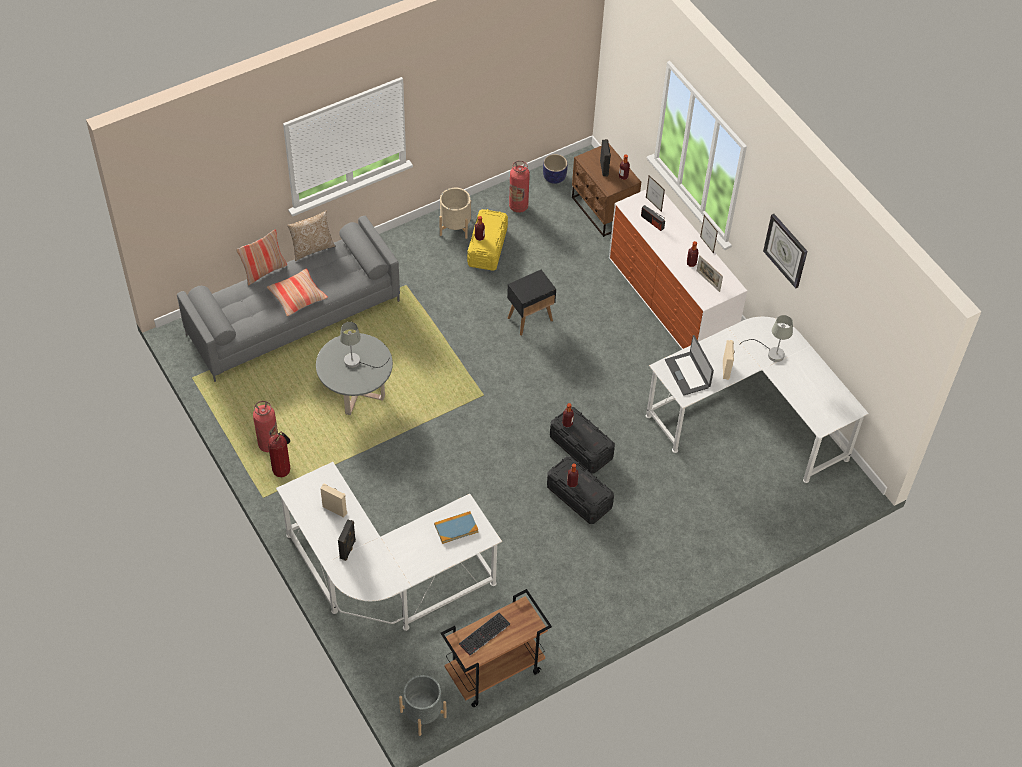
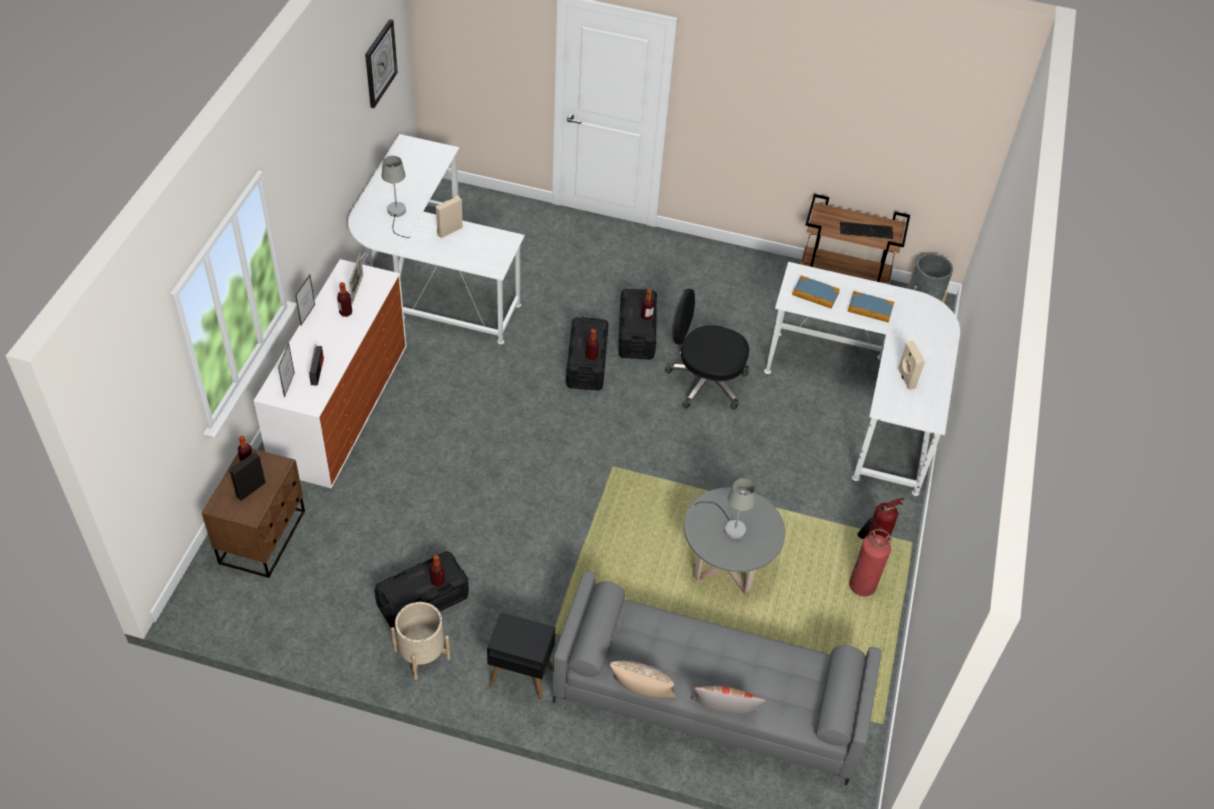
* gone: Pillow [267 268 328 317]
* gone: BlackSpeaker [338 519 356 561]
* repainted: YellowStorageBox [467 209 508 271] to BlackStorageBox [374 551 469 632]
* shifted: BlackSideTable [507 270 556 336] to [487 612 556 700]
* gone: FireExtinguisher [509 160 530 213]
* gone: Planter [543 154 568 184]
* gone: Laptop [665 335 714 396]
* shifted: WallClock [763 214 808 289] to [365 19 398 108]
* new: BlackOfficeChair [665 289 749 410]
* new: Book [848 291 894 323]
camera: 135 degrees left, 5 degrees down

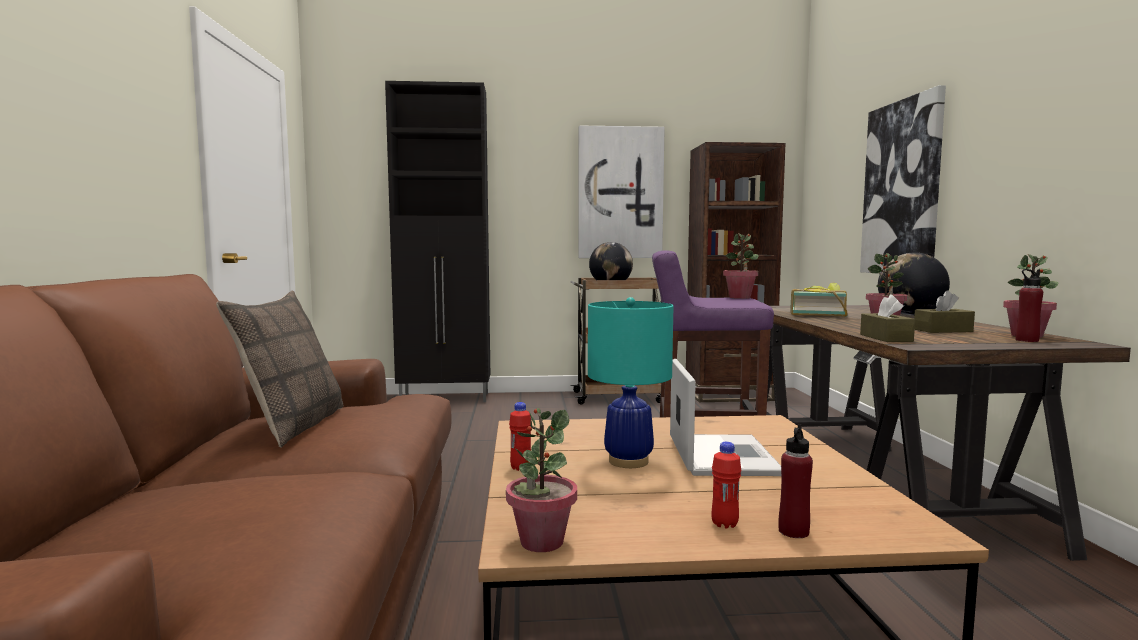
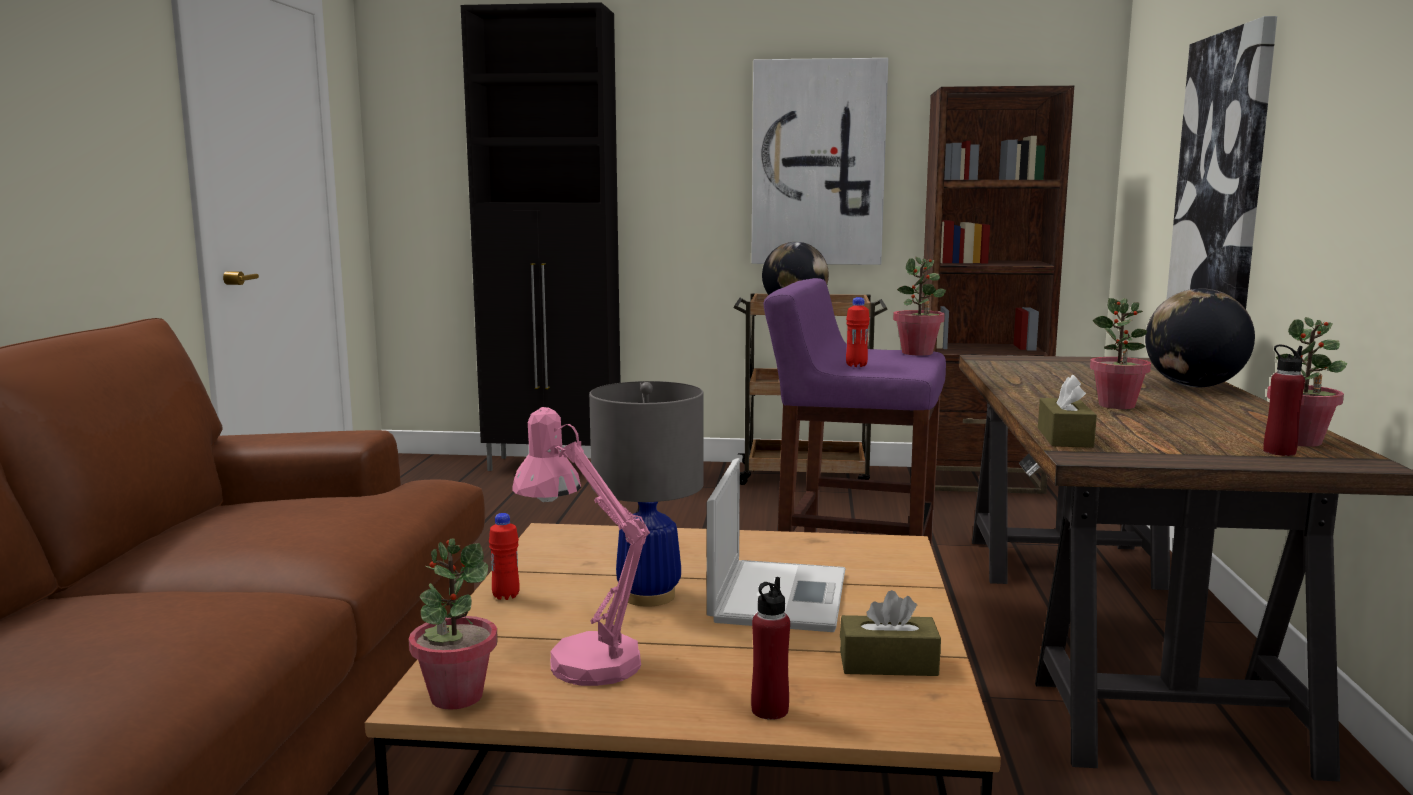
* gone: Pillow [216 290 343 448]
* repainted: TurquoiseTableLamp [588 297 673 468] to GreyTableLamp [589 381 704 607]
* shifted: RedBottle [712 442 741 529] to [846 297 870 367]
* gone: Book [790 282 848 317]
* shifted: BrownTissueBox [914 291 975 333] to [840 590 941 676]
* new: PinkTableLamp [512 407 650 686]
camera: 10 degrees right, 5 degrees up

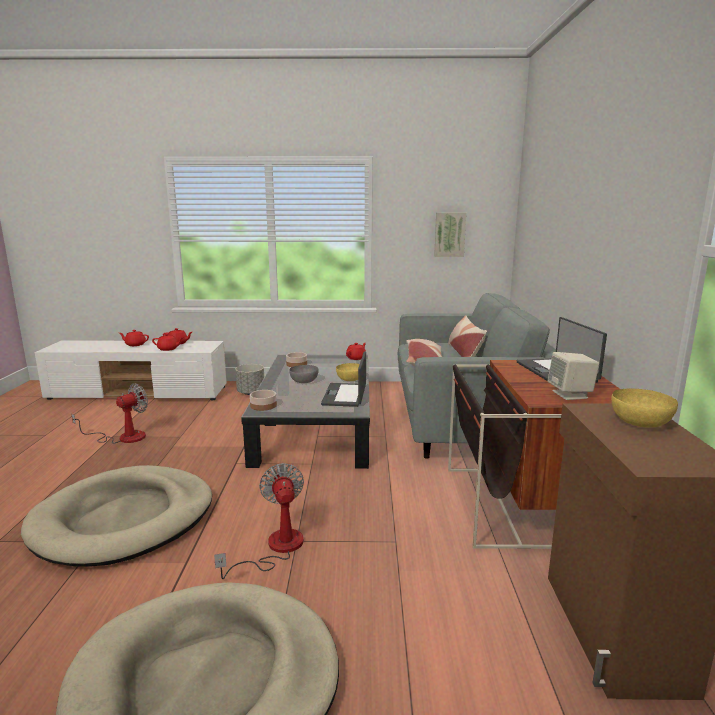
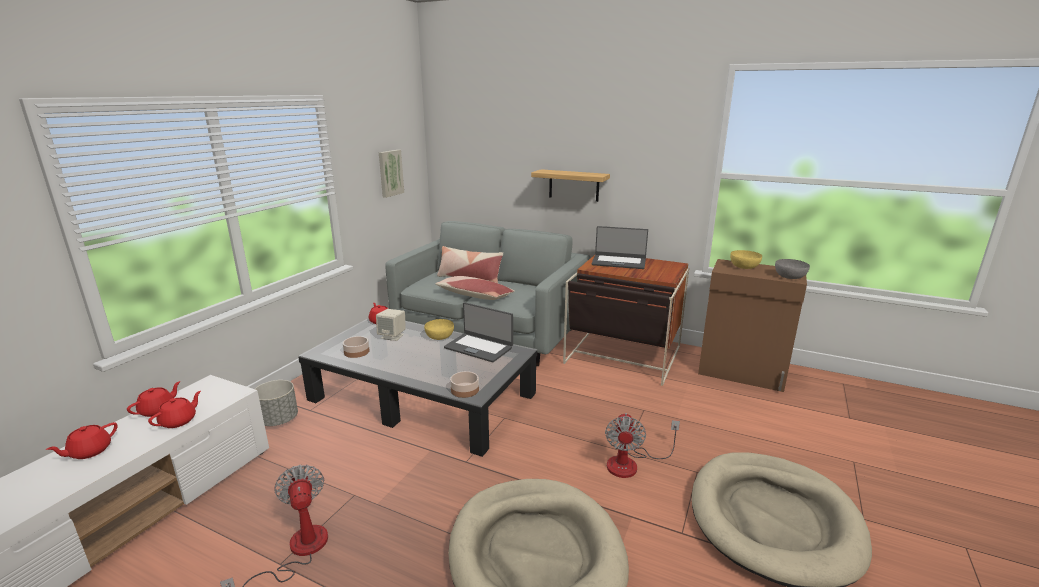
* rotated: Fan [214 463 304 579] = [605 413 680 478] 90 degrees counterclockwise
* shifted: GreyBowl [289 365 318 383] to [775 259 810 279]
* shifted: BeigeSpeaker [548 352 599 400] to [376 309 406 341]
* new: Shelf [531 169 610 202]
camera: 65 degrees left, 5 degrees up

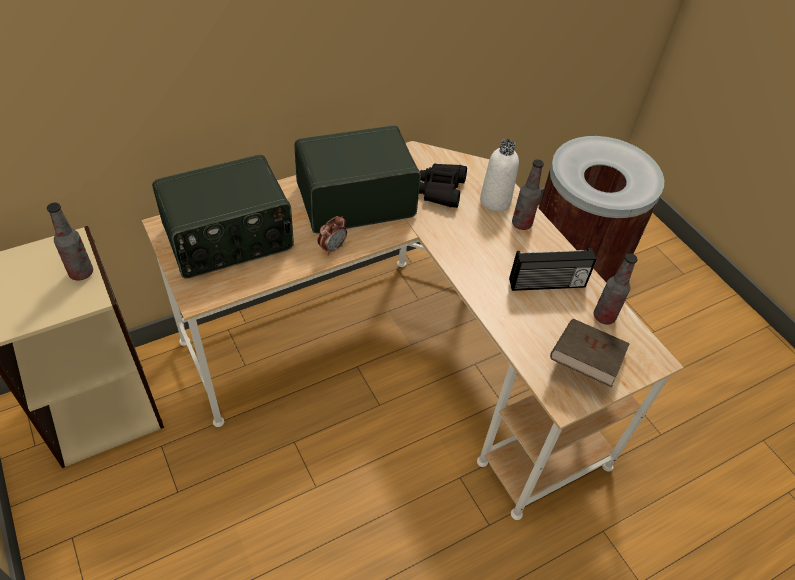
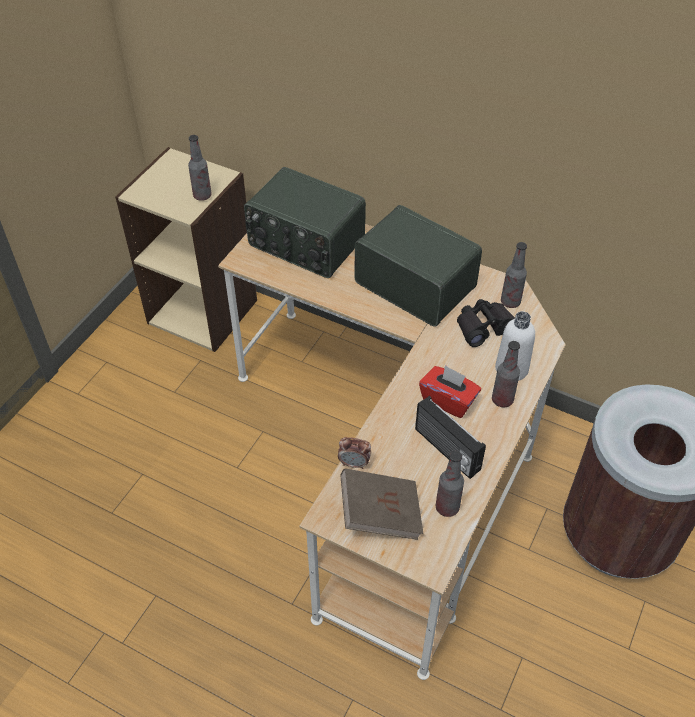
* shifted: AlarmClock [317 216 347 255] to [338 437 371 469]
* new: RedTissueBox [419 365 481 418]
* new: Bottle [501 242 527 308]
camera: 60 degrees right, 0 degrees up

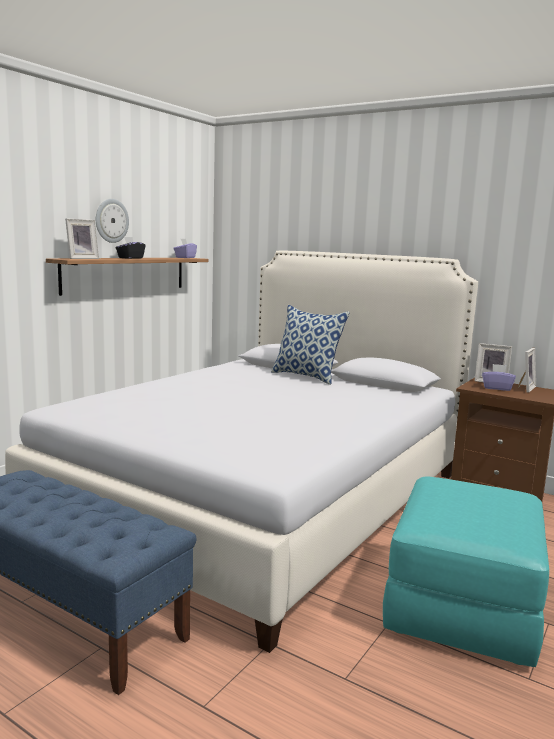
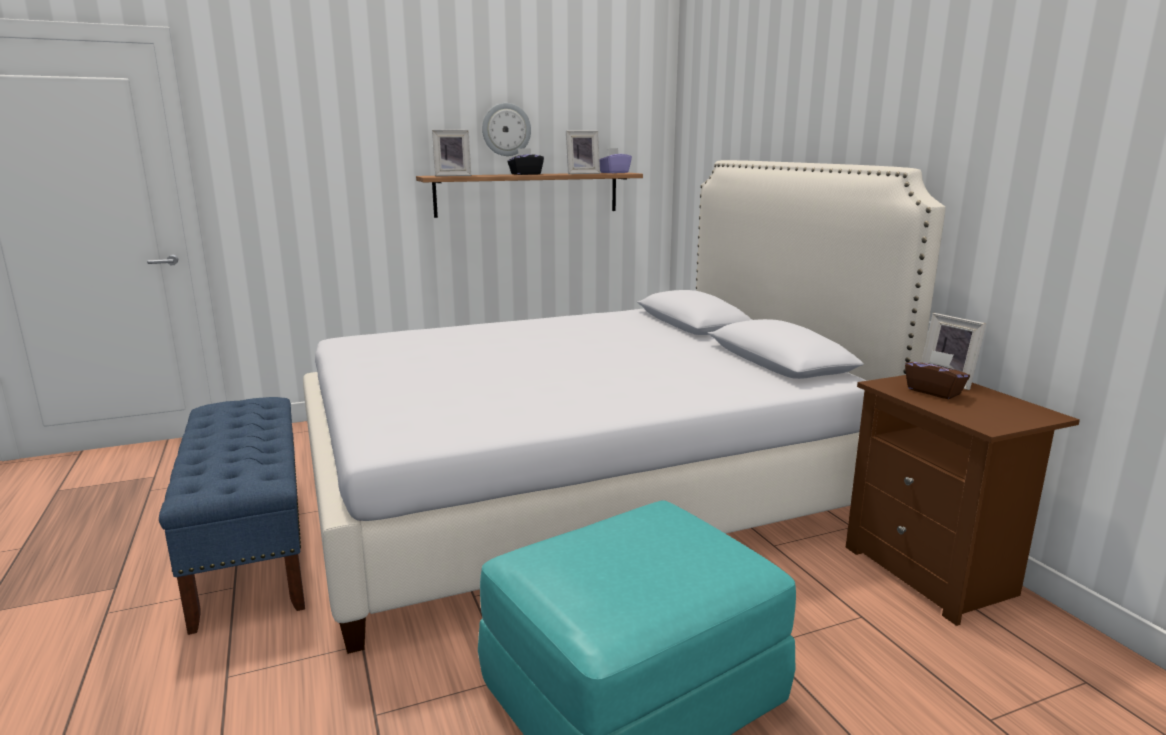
* gone: Pillow [271 305 350 385]
* repainted: PurpleTissueBox [482 364 516 391] to BrownTissueBox [905 350 970 399]
* shifted: PictureFrame [518 348 536 393] to [566 130 600 174]
camera: 35 degrees right, 5 degrees up

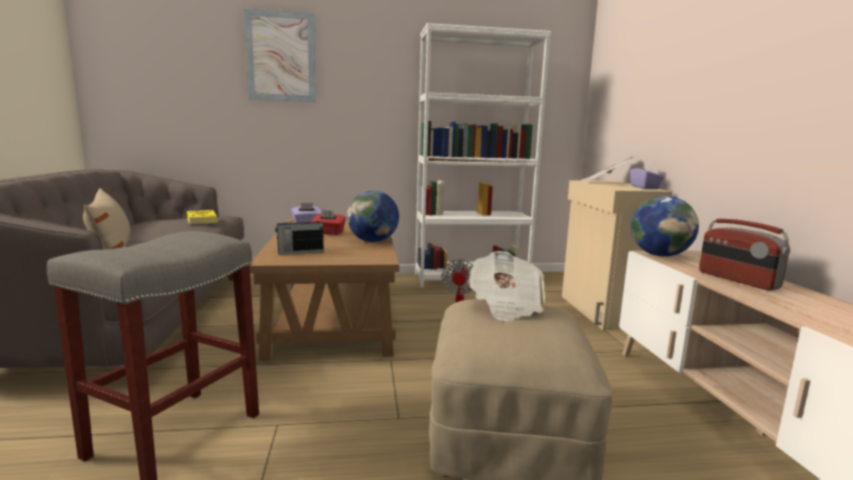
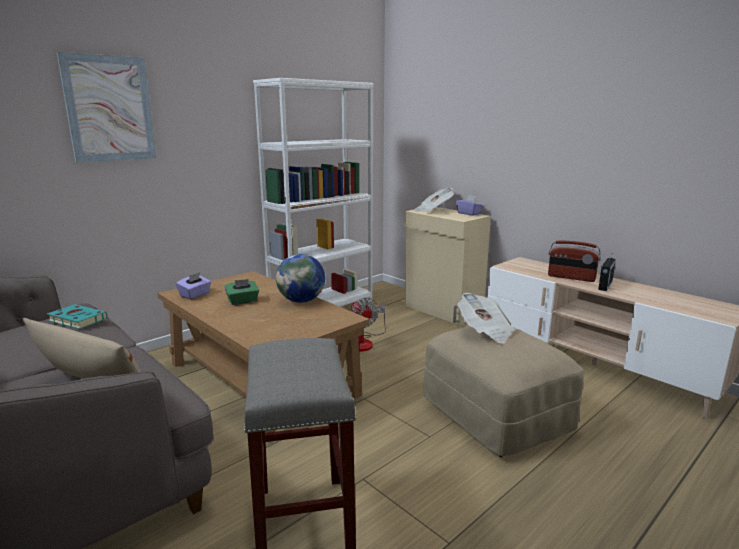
* repainted: YellowBook [187 210 218 224] to TurquoiseBook [47 304 107 329]
* shifted: Radio [275 214 324 255] to [598 254 616 291]
* repainted: RedTissueBox [311 210 346 235] to GreenTissueBox [224 279 259 305]
* gone: Globe [631 196 699 257]
camera: 35 degrees left, 5 degrees up

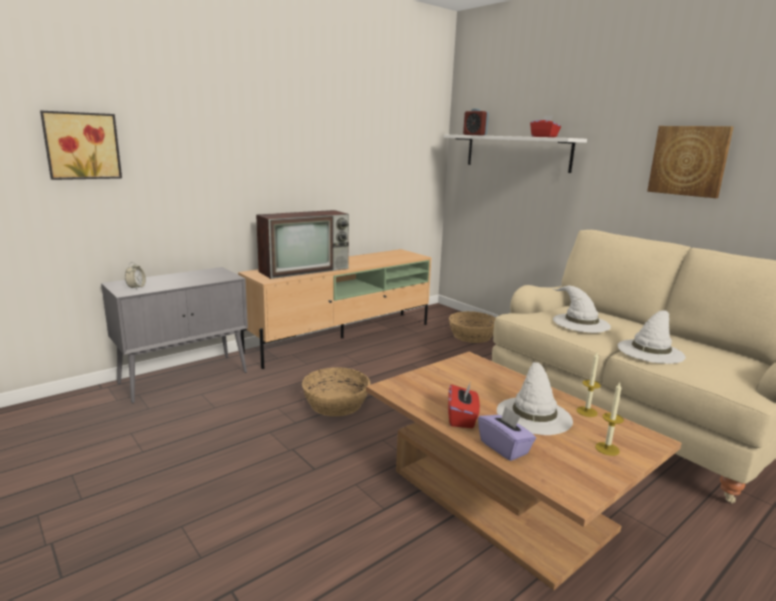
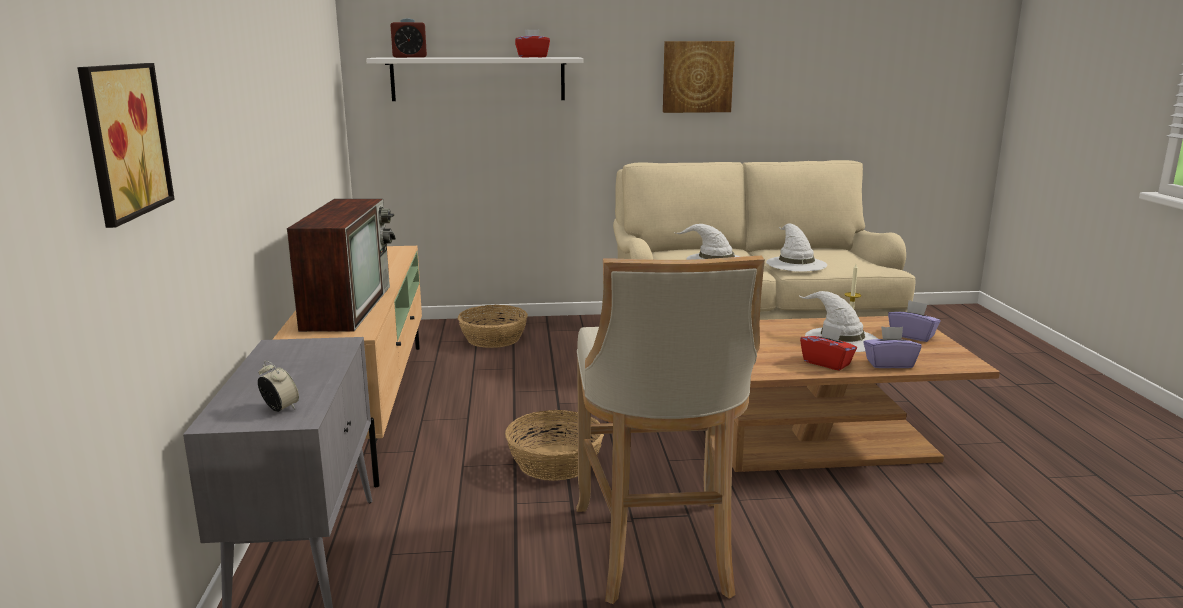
* swapped: Candle [595 382 624 456] to PurpleTissueBox [888 300 941 342]
* new: BeigeStool [576 256 765 604]
camera: 55 degrees left, 0 degrees up

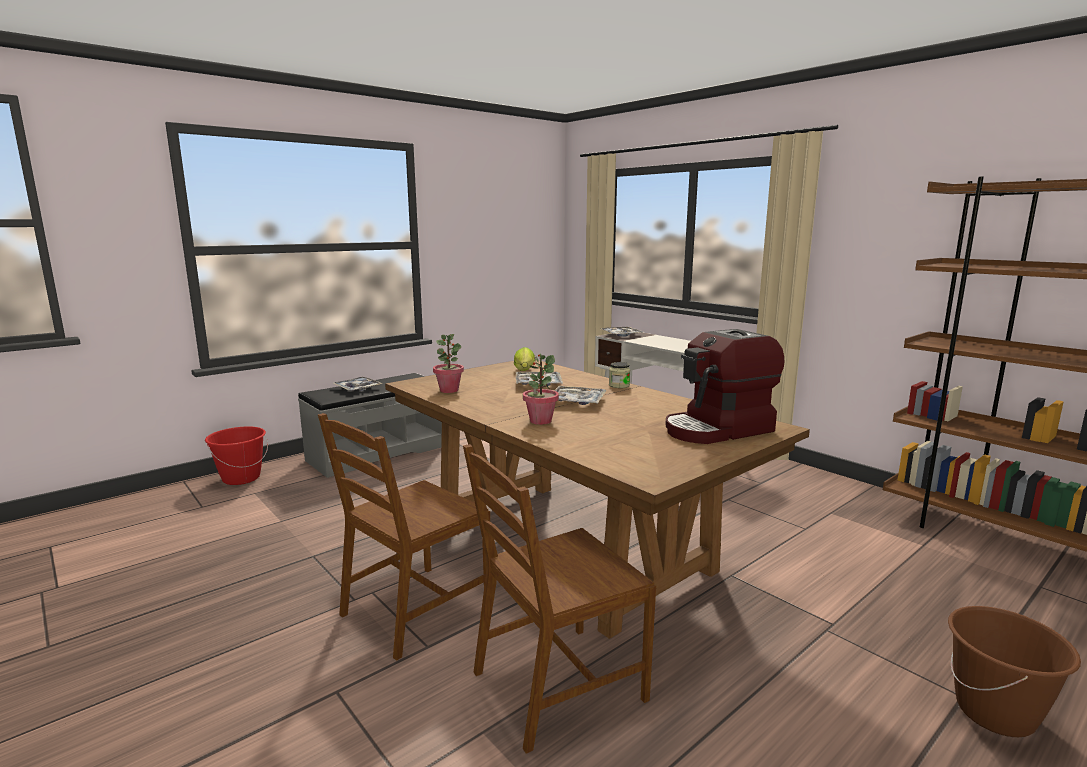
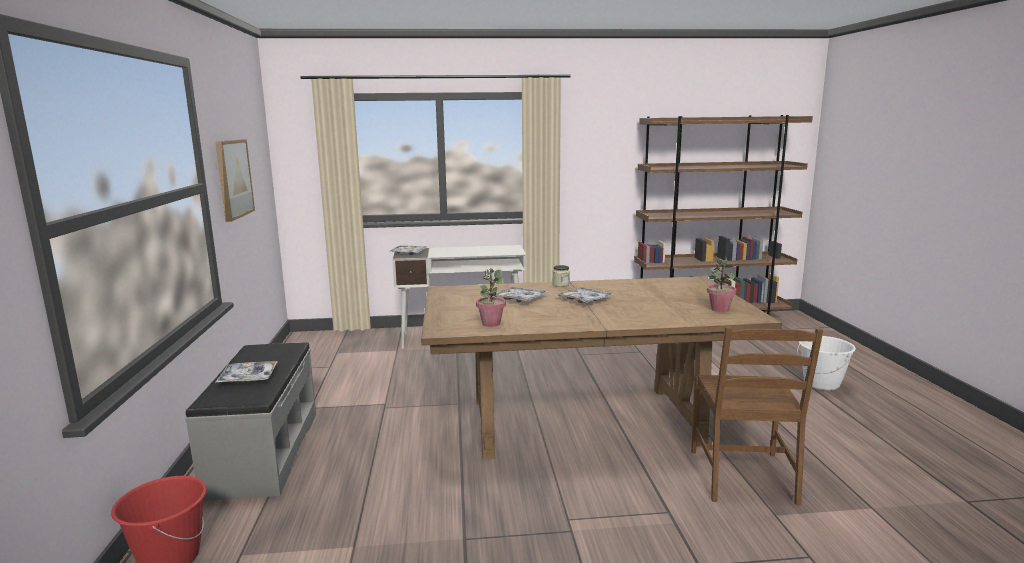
* gone: BrownChair [318 413 490 661]
* gone: Lettuce [514 347 535 371]
* shifted: PottedPlant [523 354 559 425] to [707 257 737 312]
* gone: CoffeeMachine [665 329 785 444]
* repainted: BrownBucket [948 606 1081 737] to WhiteBucket [797 336 856 390]
* new: Picture [215 139 255 222]
camera: 55 degrees left, 0 degrees up

